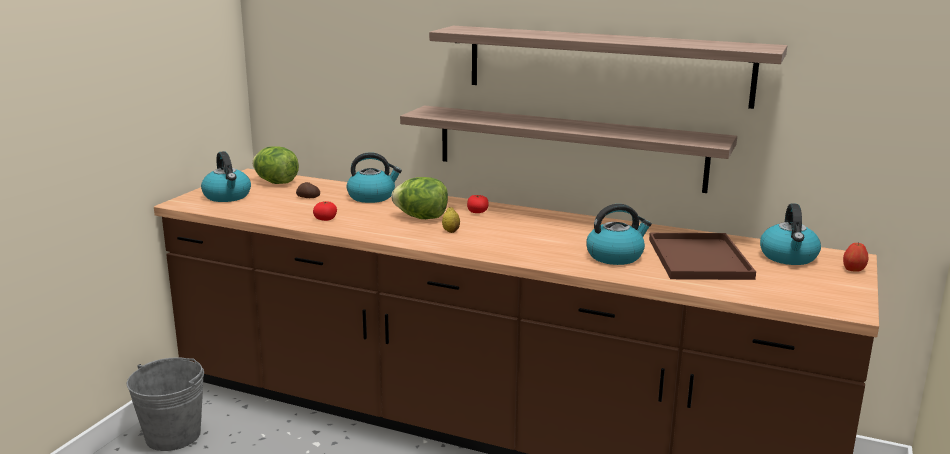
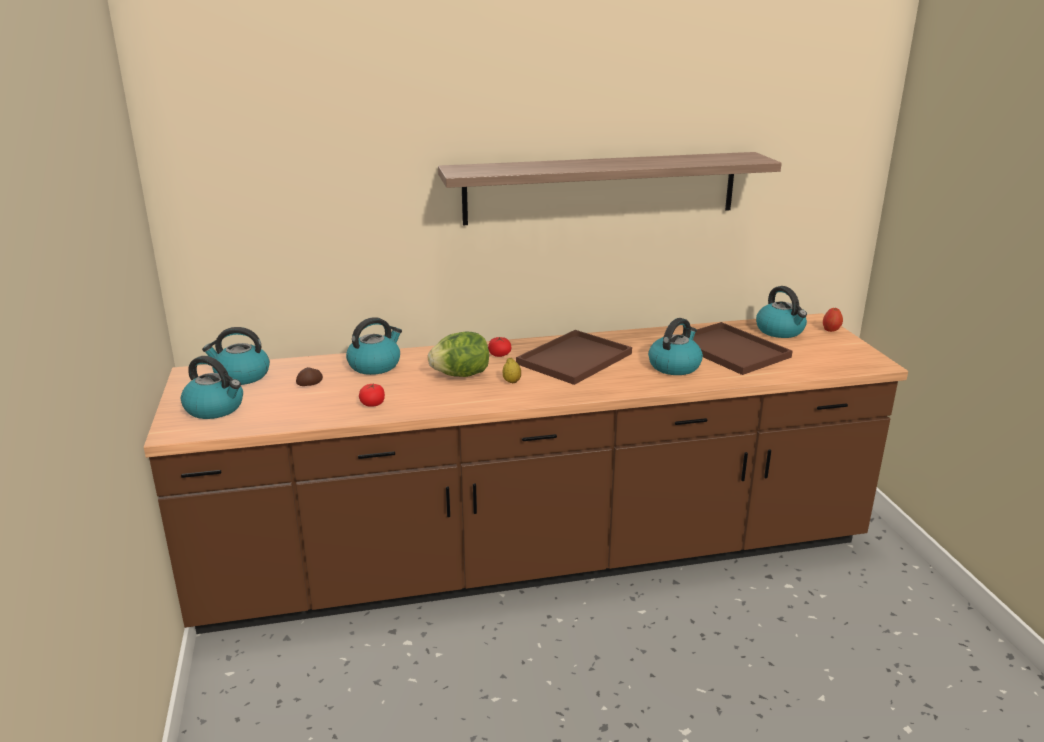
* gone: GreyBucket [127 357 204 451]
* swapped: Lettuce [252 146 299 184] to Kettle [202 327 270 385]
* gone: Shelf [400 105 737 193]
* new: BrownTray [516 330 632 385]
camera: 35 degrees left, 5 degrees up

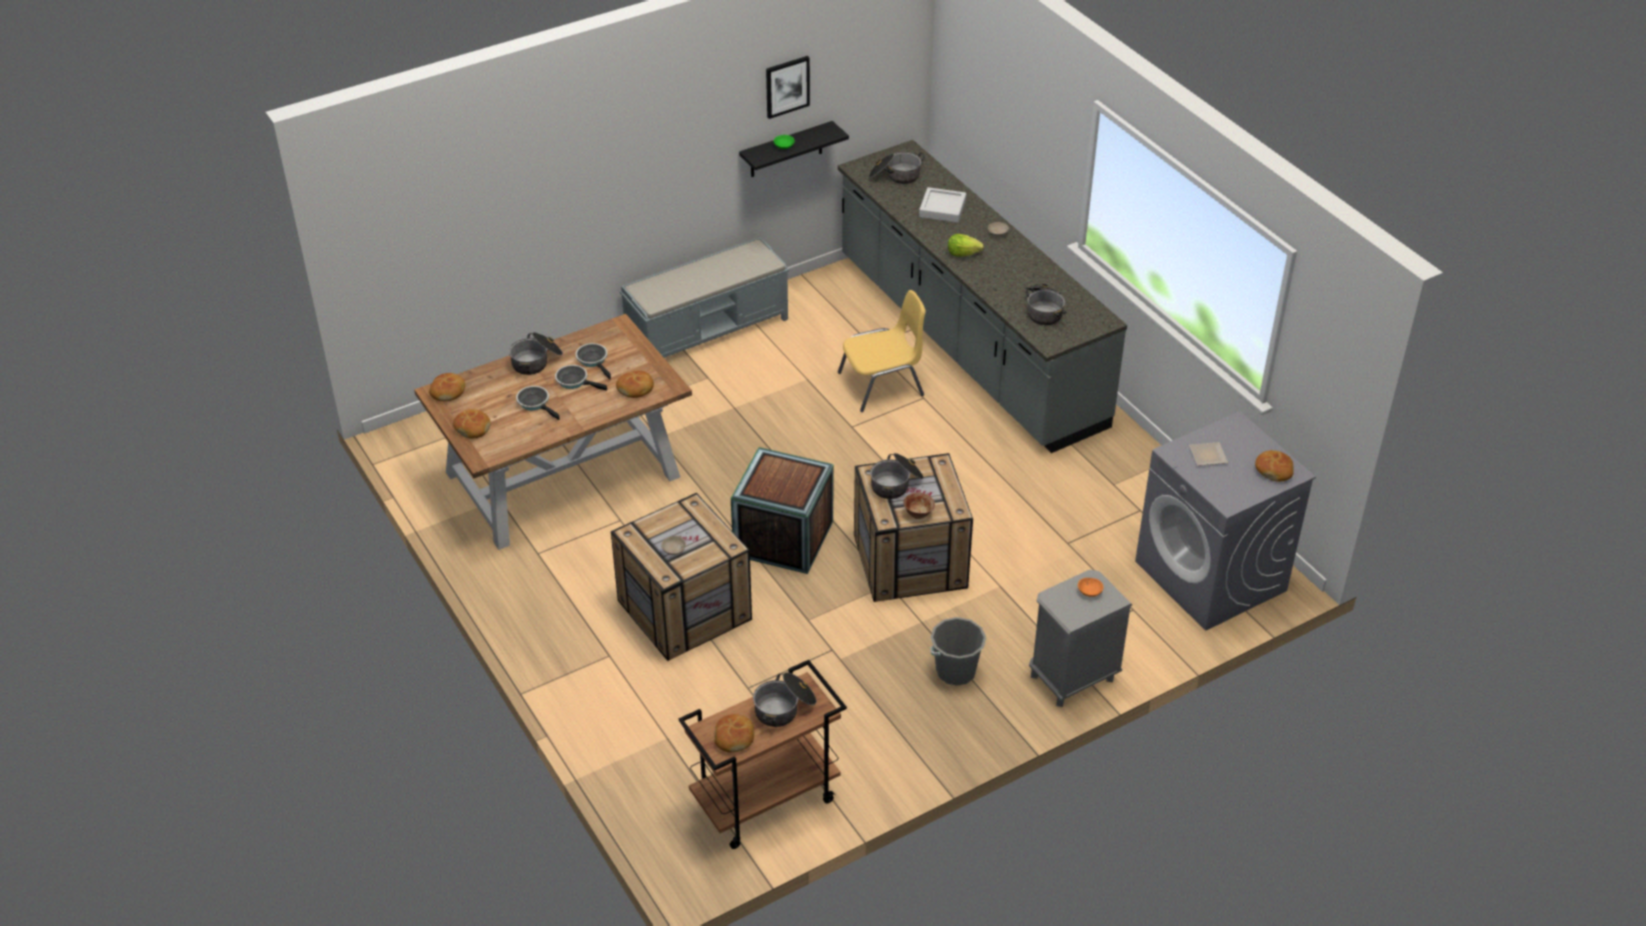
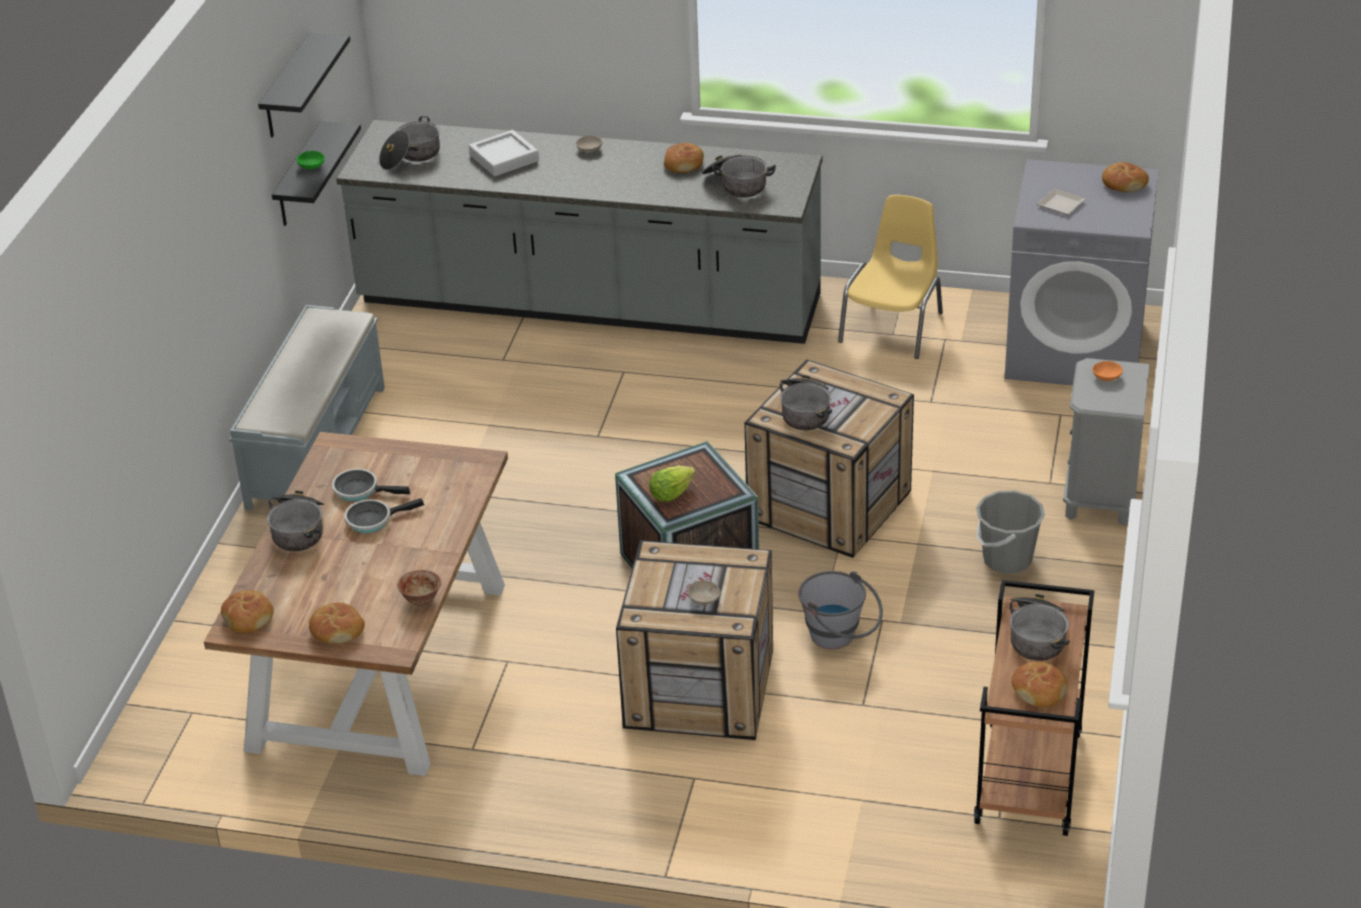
* gone: FryingPan [516 386 560 420]
* shifted: Bread [616 370 654 398] to [664 143 704 173]
* swapped: Picture [766 56 810 119] to BlackShelf [258 33 350 137]
* shifted: YellowChair [838 290 926 412] to [838 195 943 359]
* shifted: Bowl [904 492 935 519] to [397 570 442 606]
* shifted: Lettuce [948 234 984 257] to [649 466 696 502]
* new: GreyBucket [798 571 883 649]
camera: 45 degrees left, 5 degrees down

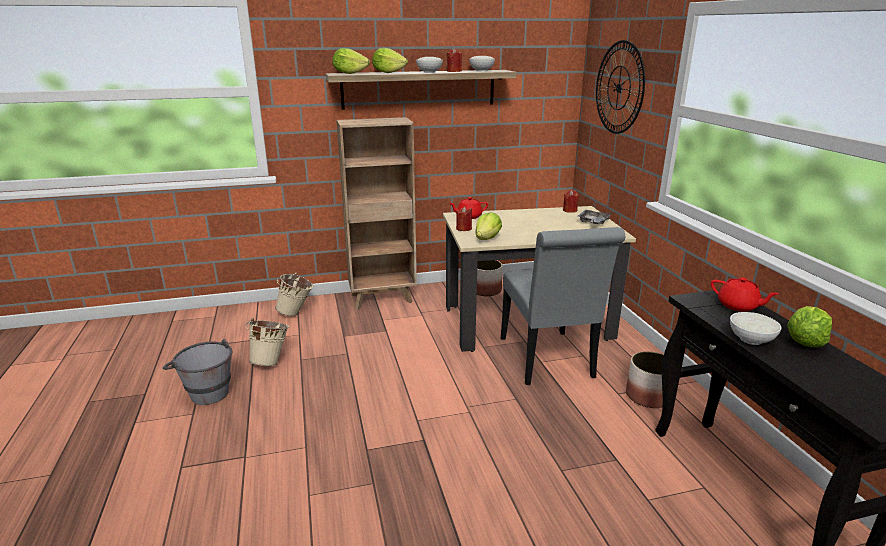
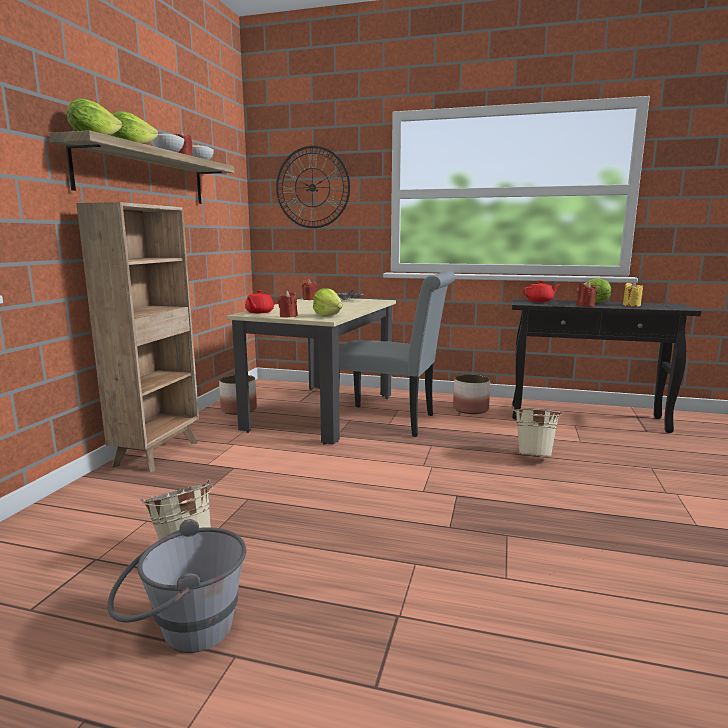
* shifted: BeigeBucket [275 273 313 316] to [513 407 562 457]
* swapped: WhiteBowl [730 312 781 345] to RedCandle [577 282 597 307]
* new: YellowCandle [623 281 643 307]
camera: 60 degrees left, 10 degrees down

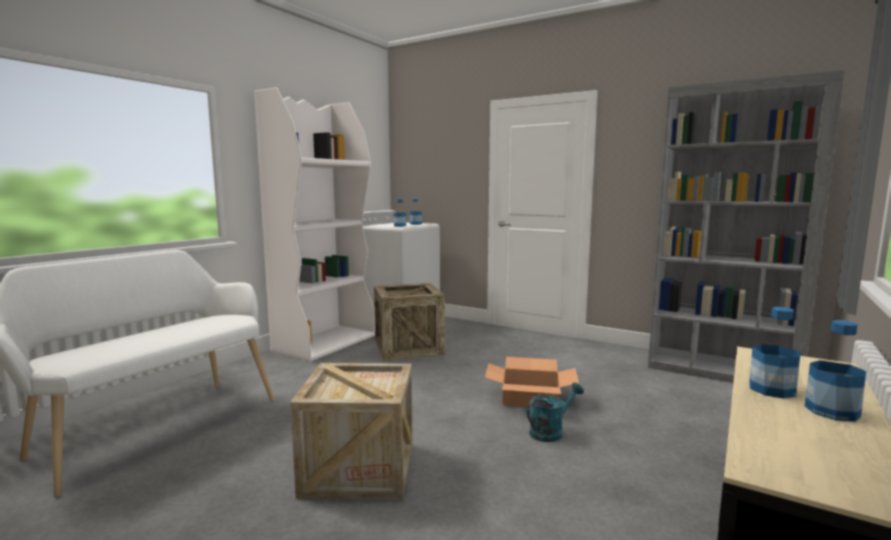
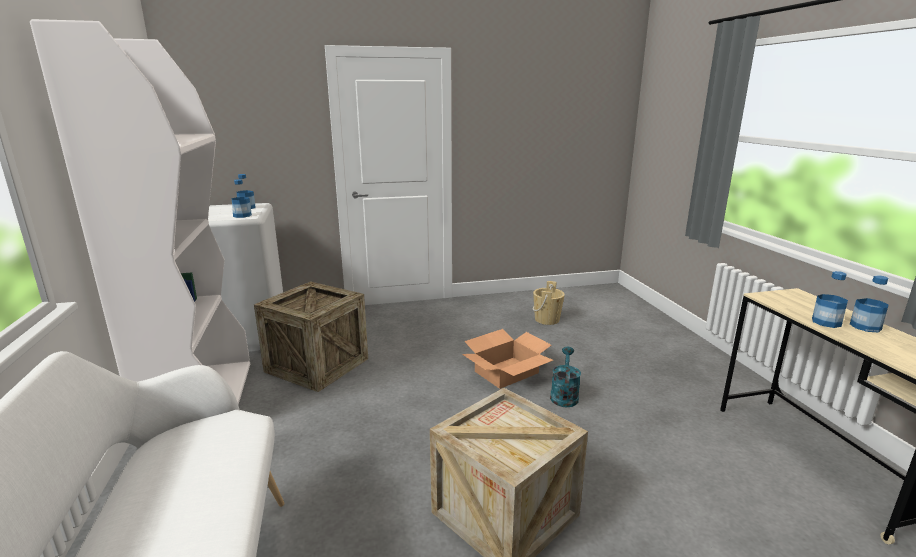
* gone: GreyBookcase [648 70 845 383]
* new: BeigeBucket [533 281 565 325]
camera: 45 degrees left, 10 degrees up

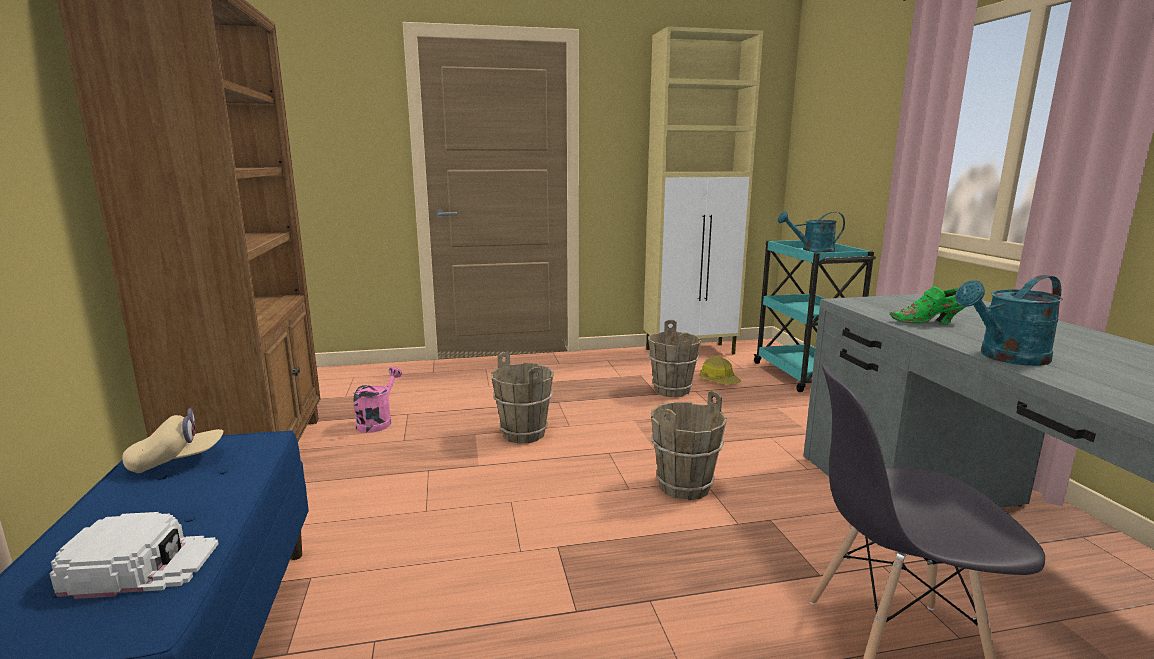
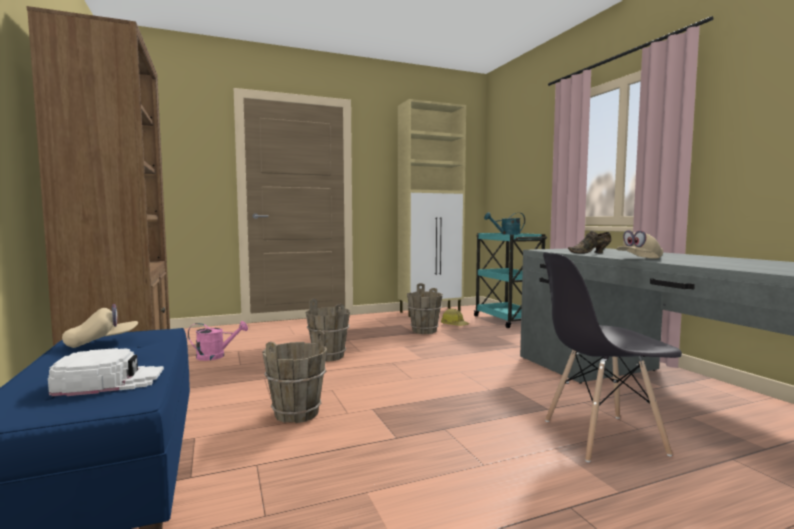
* rotated: PinkWateringCan [353 367 402 433] = [188 321 248 361] 75 degrees clockwise
* shifted: BrownBucket [651 391 727 500] to [262 330 327 423]
* repainted: GreenShoe [889 286 967 324] to BrownShoe [568 231 611 253]
* swapped: TurquoiseWateringCan [955 275 1063 366] to BeigeCap [616 230 663 258]
camera: 10 degrees left, 10 degrees down

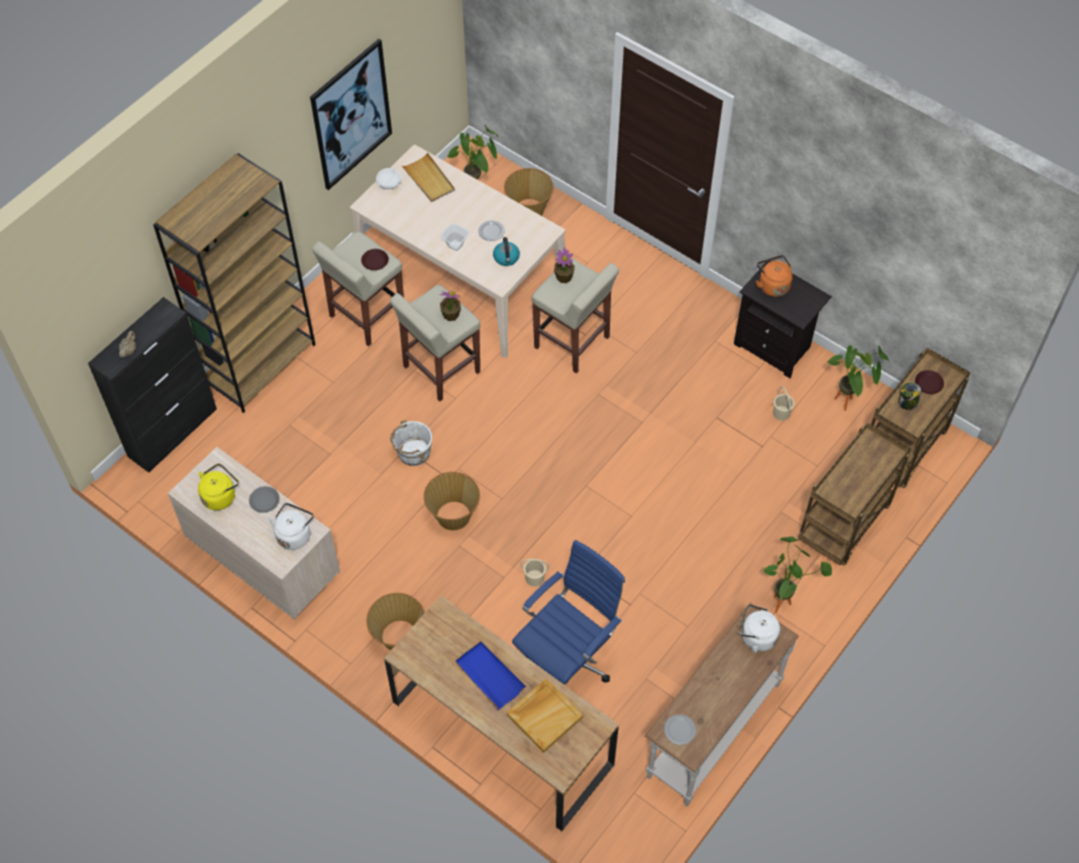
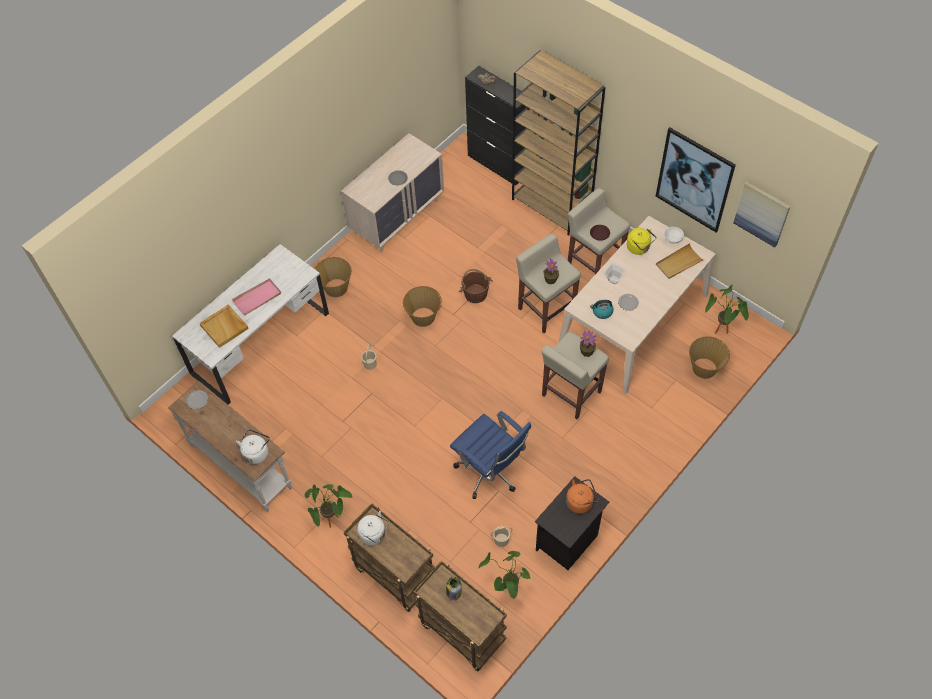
* shifted: YellowKettle [198 463 239 510] to [627 228 656 255]
* shifted: WhiteKettle [268 503 314 550] to [357 511 389 545]
* repainted: BrownDesk [384 595 619 831] to WhiteDesk [172 244 329 405]
* repainted: WhiteBucket [390 420 432 466] to BrownBucket [459 269 493 303]
* repainted: BlueTray [456 641 526 710] to PinkTray [232 278 281 315]
* shifted: BlueOfficeChair [512 540 625 684] to [450 411 531 499]
* gone: BrownPlate [915 370 944 394]
* new: Picture [734 181 791 248]
camera: 95 degrees right, 0 degrees up

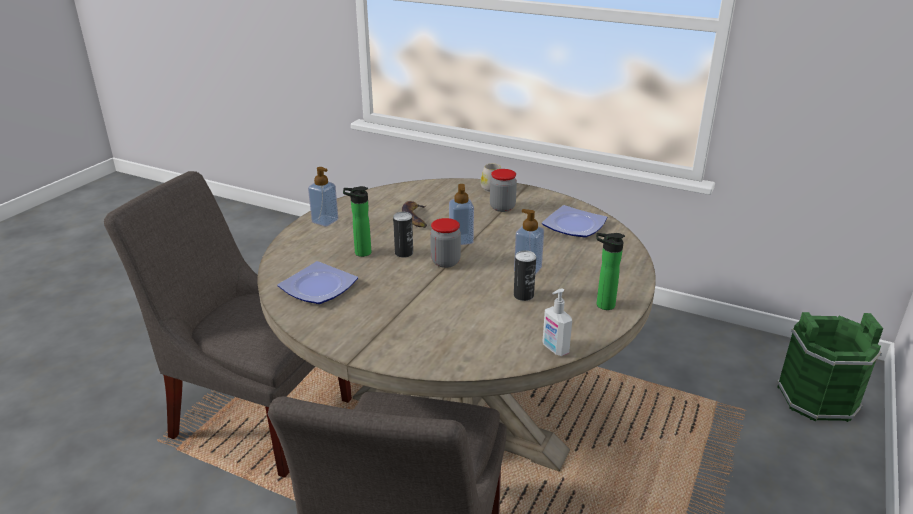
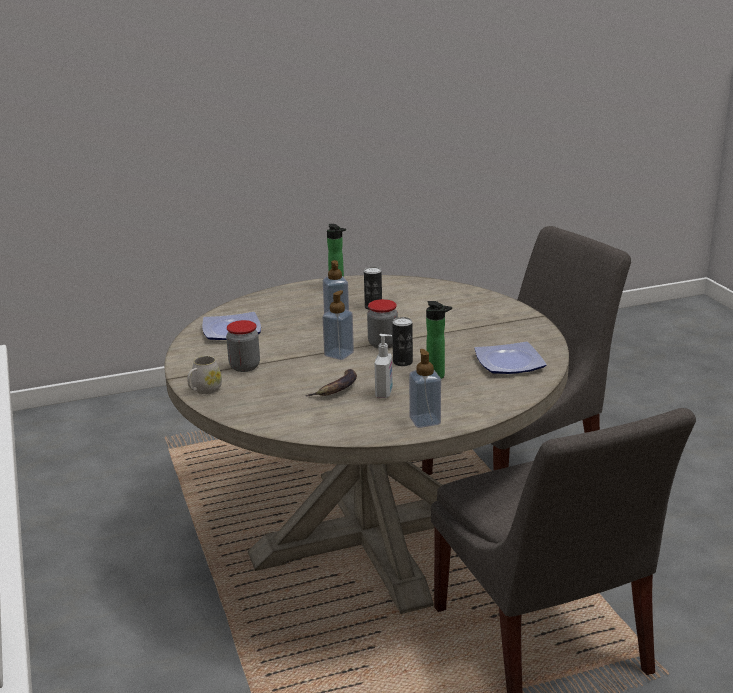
* shifted: SoapDispenser [543 288 572 356] to [375 334 393 398]
* gone: GreenBucket [777 312 883 422]
camera: 135 degrees left, 5 degrees down

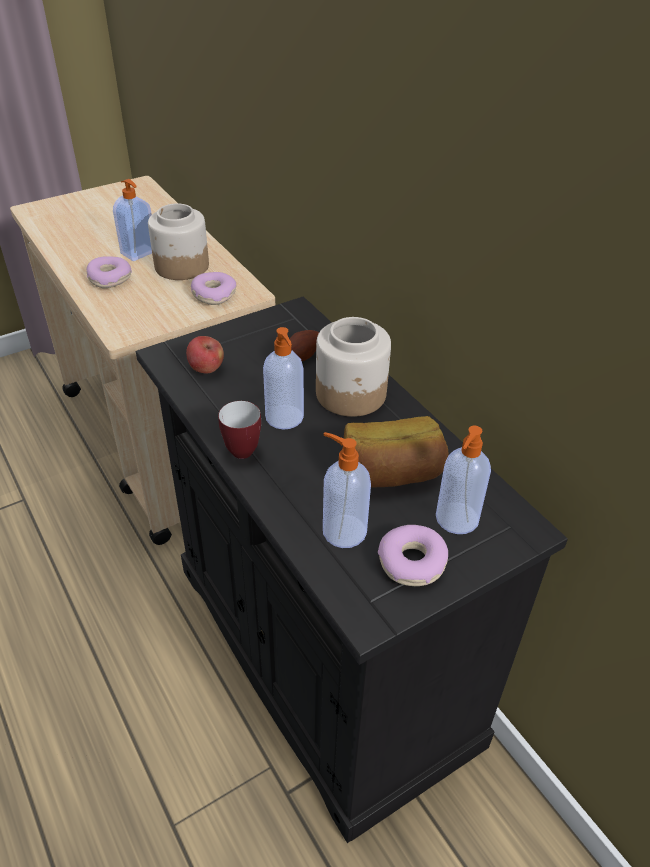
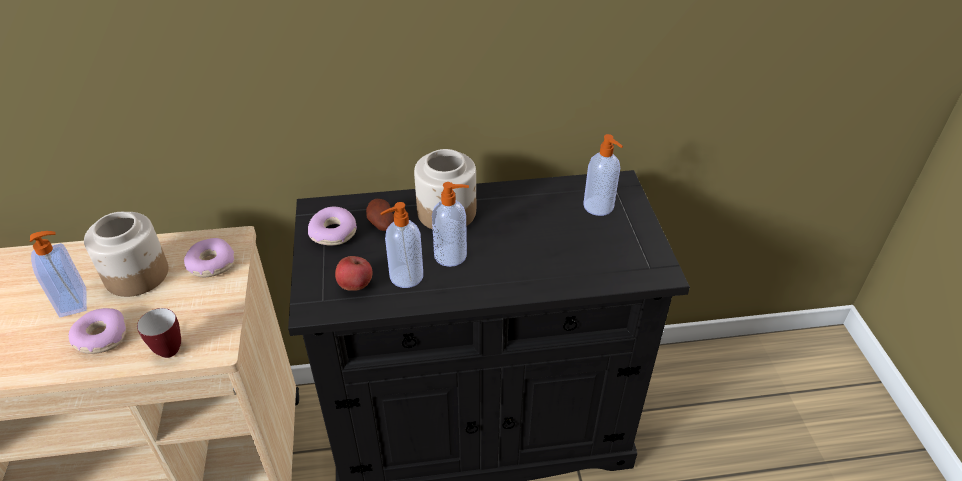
* shifted: Mug [218 401 261 459] to [137 308 181 358]
* shifted: SoapDispenser [323 432 371 548] to [380 202 423 288]
* gone: Bread [344 416 449 488]
* shifted: Donut [378 525 448 586] to [308 207 357 246]
camera: 65 degrees left, 0 degrees up

